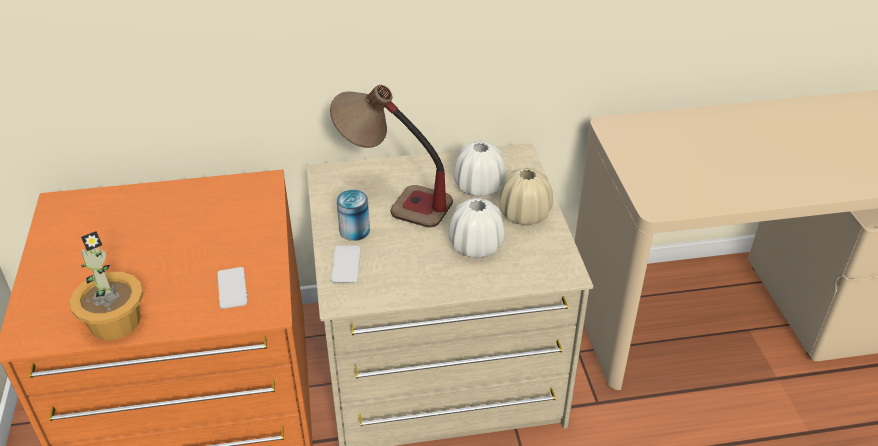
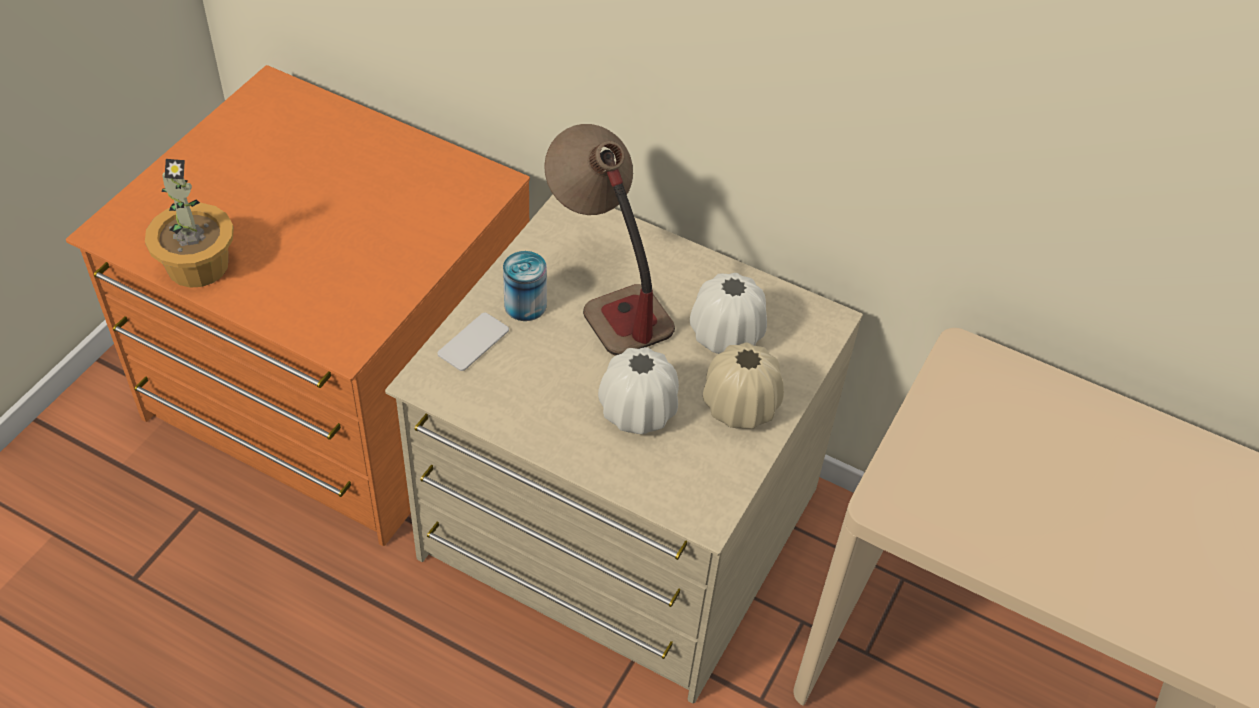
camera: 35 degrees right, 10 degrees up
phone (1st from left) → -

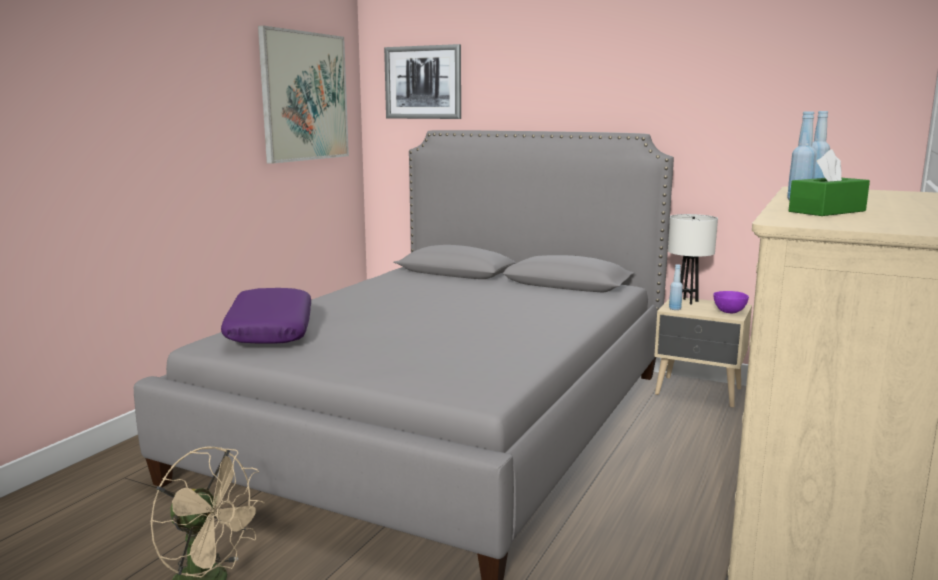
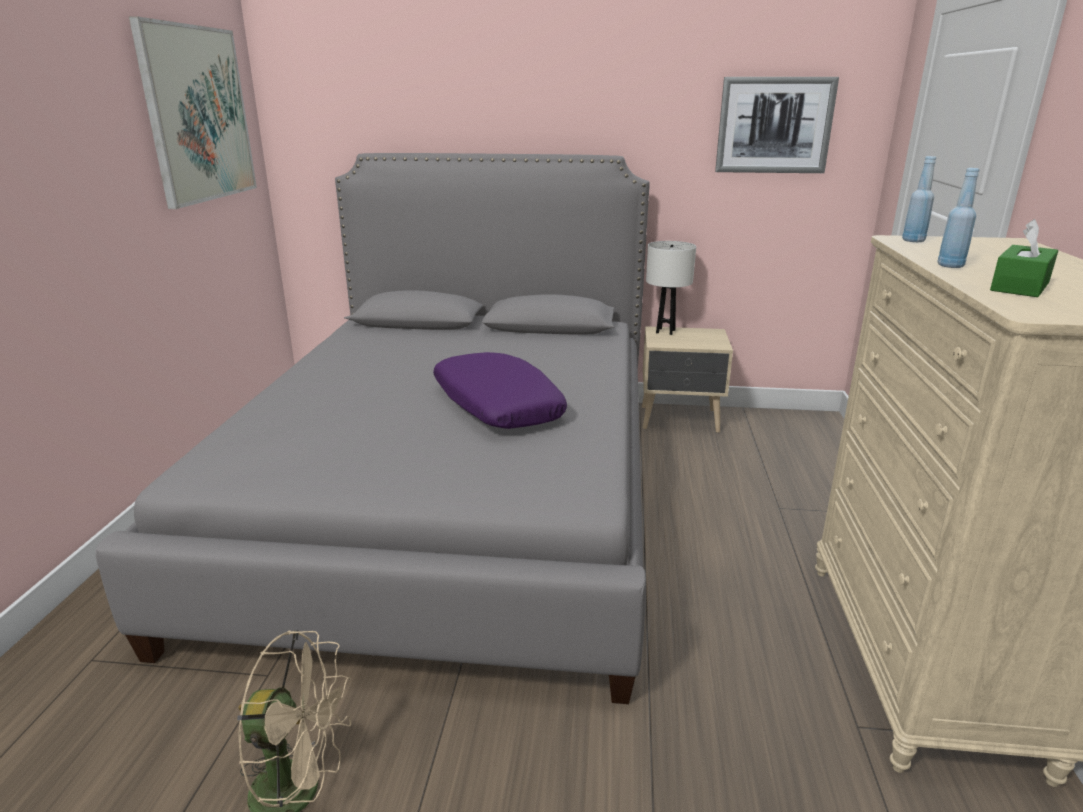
camera: 20 degrees left, 10 degrees up
purple pillow, moved
picture (2nd from left), moved
blue bottle (1st from left) → -
purple bowl → -

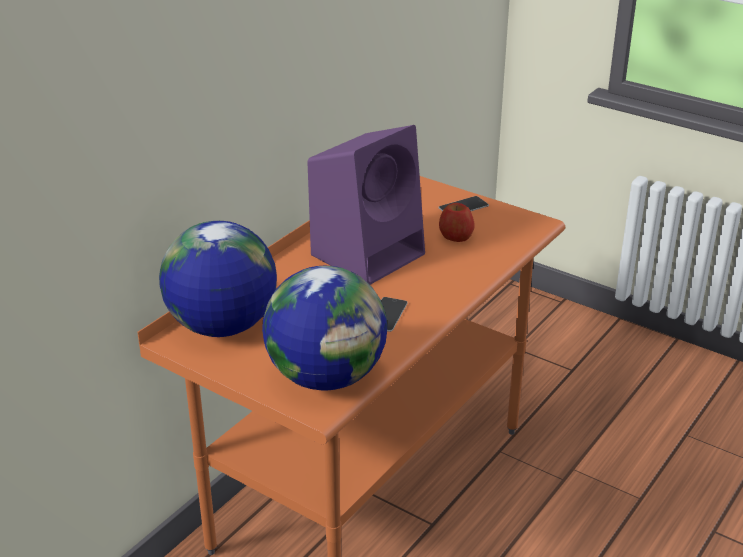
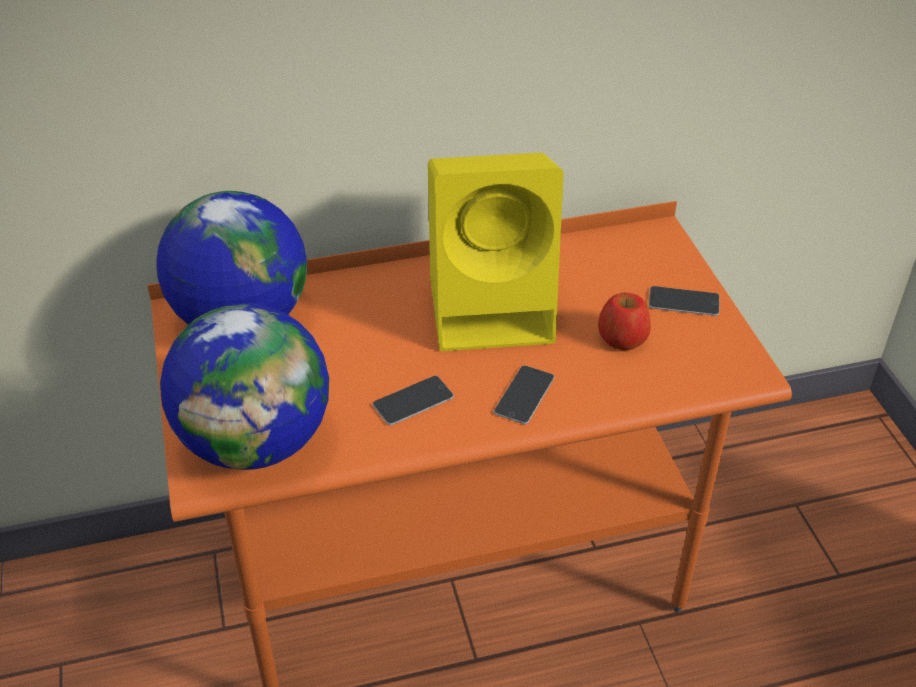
camera: 40 degrees right, 10 degrees up
purple speaker → yellow speaker
- → phone (2nd from left)

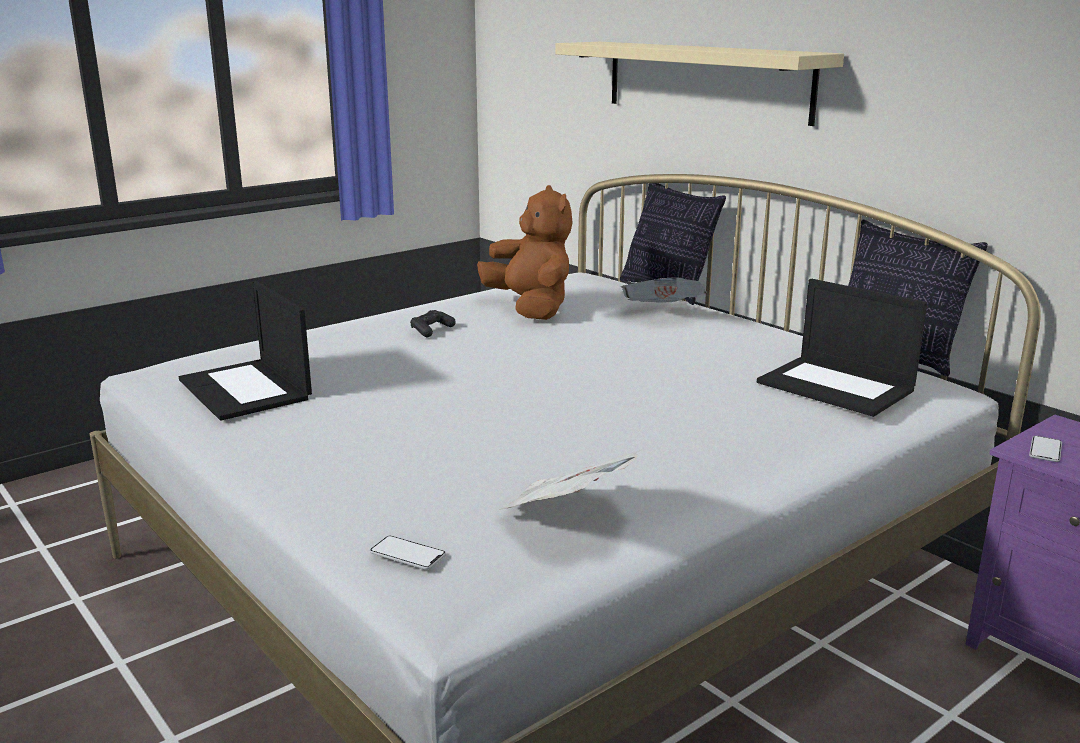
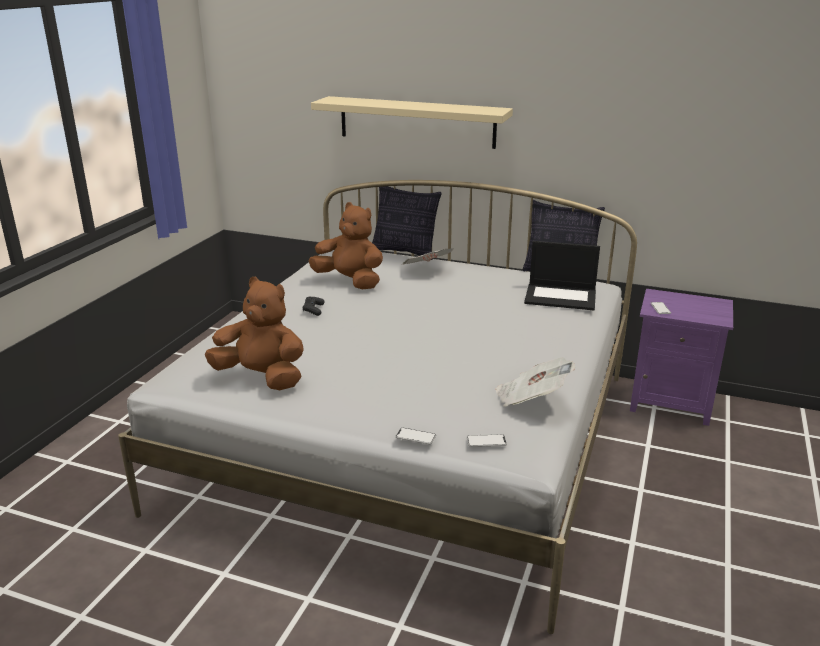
camera: 30 degrees left, 5 degrees up
laptop (1st from left) → brown plush toy (1st from left)
- → phone (1st from left)

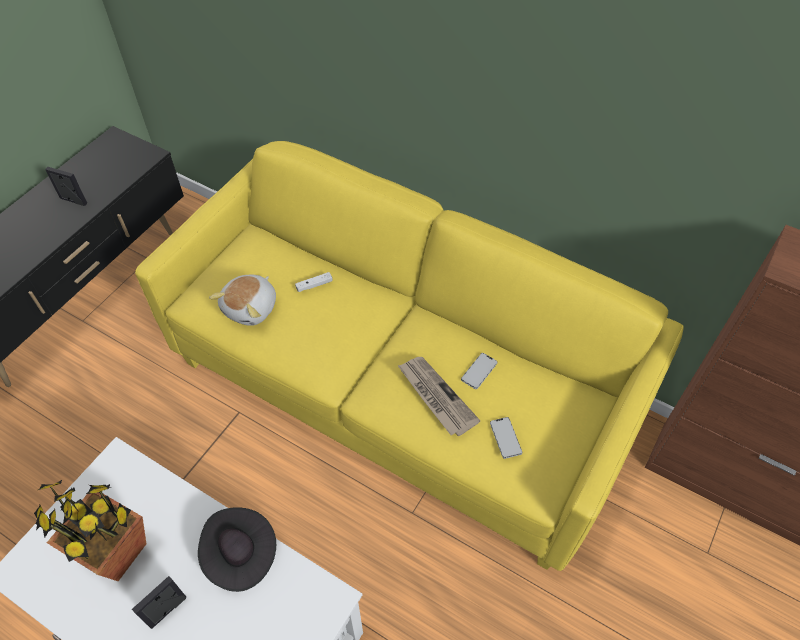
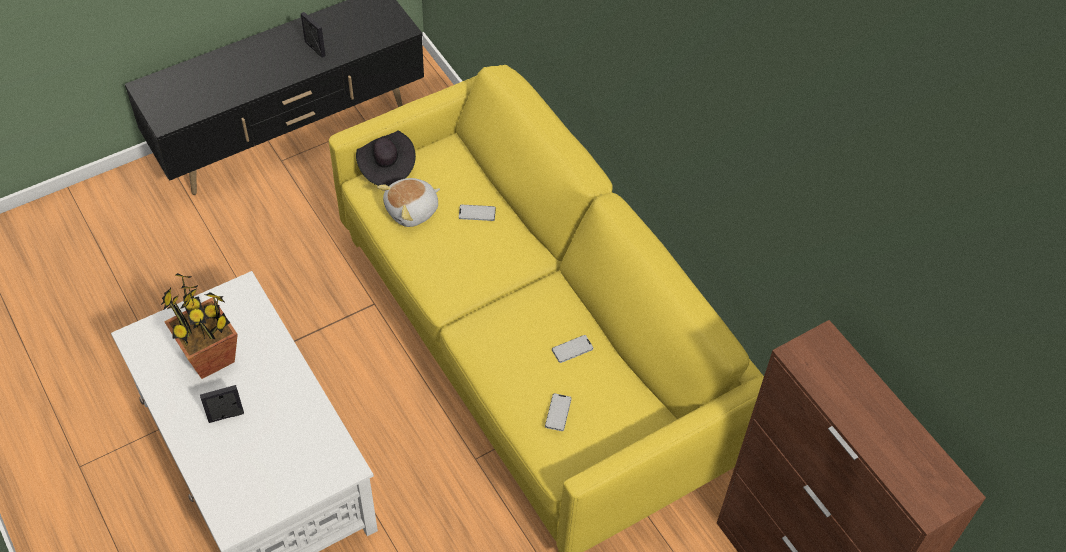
camera: 25 degrees right, 0 degrees up
black hat, moved
white game controller → phone (1st from left)
newspaper → -

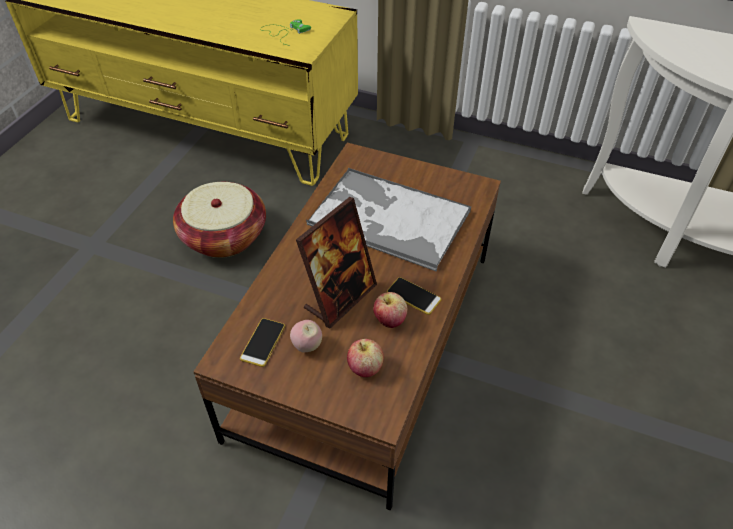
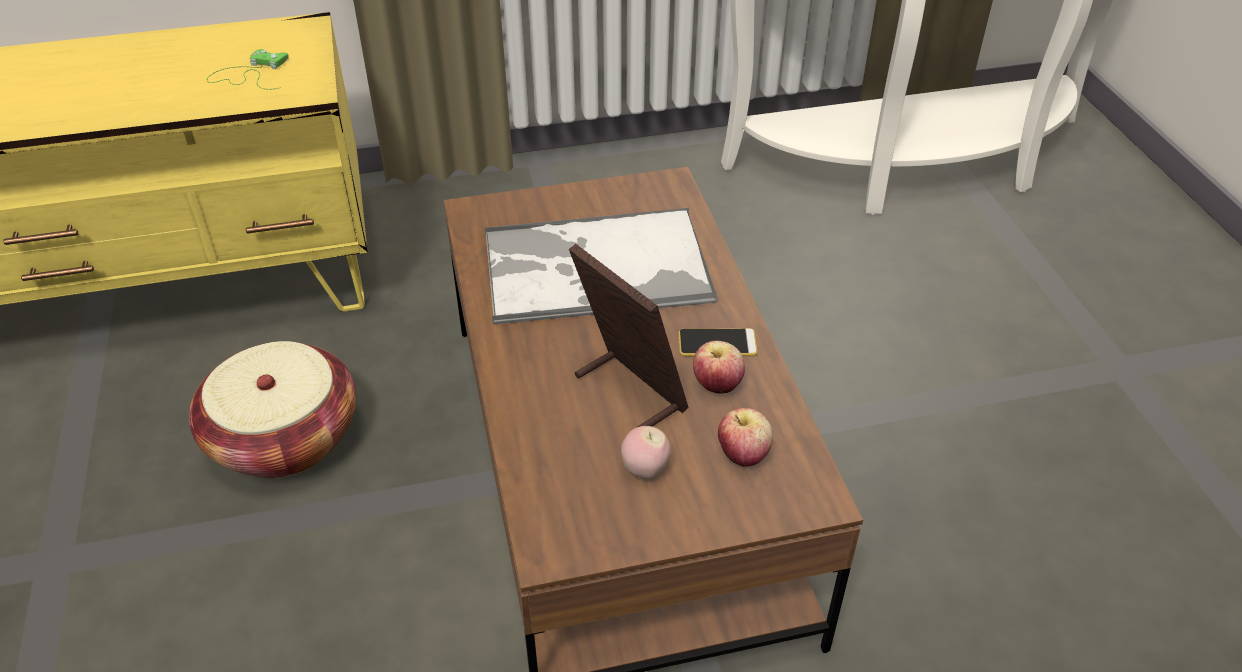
camera: 35 degrees left, 5 degrees down
phone (1st from left) → -
picture frame, 45 degrees counterclockwise

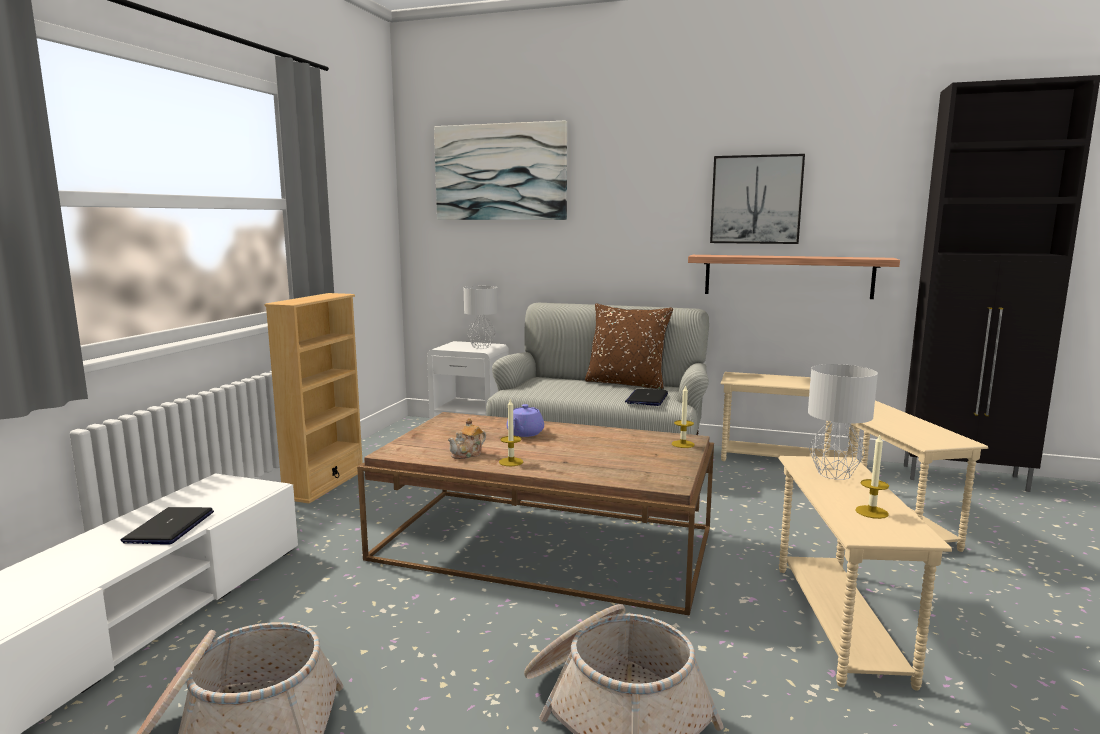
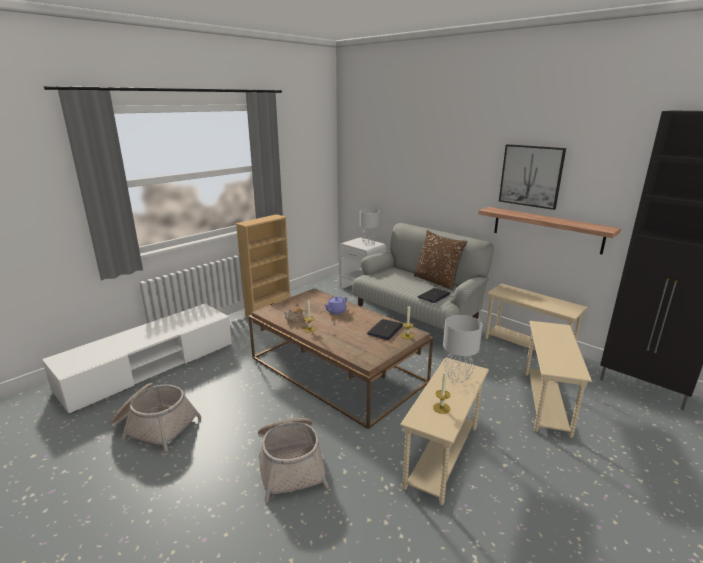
camera: 25 degrees right, 10 degrees up
laptop (1st from left), moved
picture (1st from left) → -

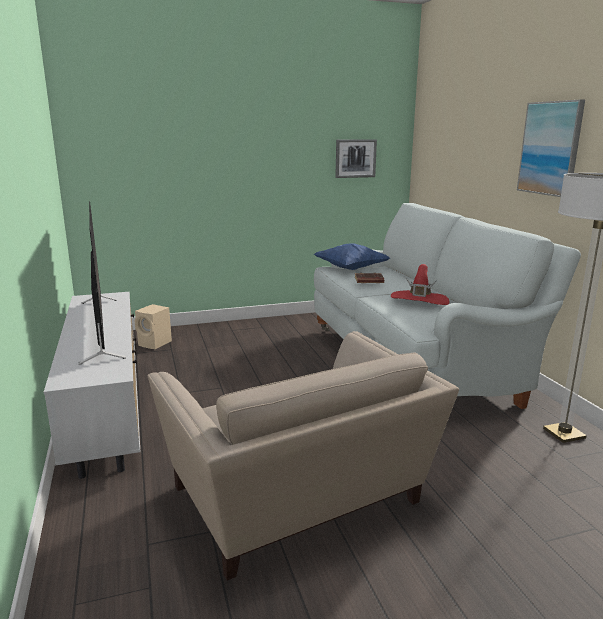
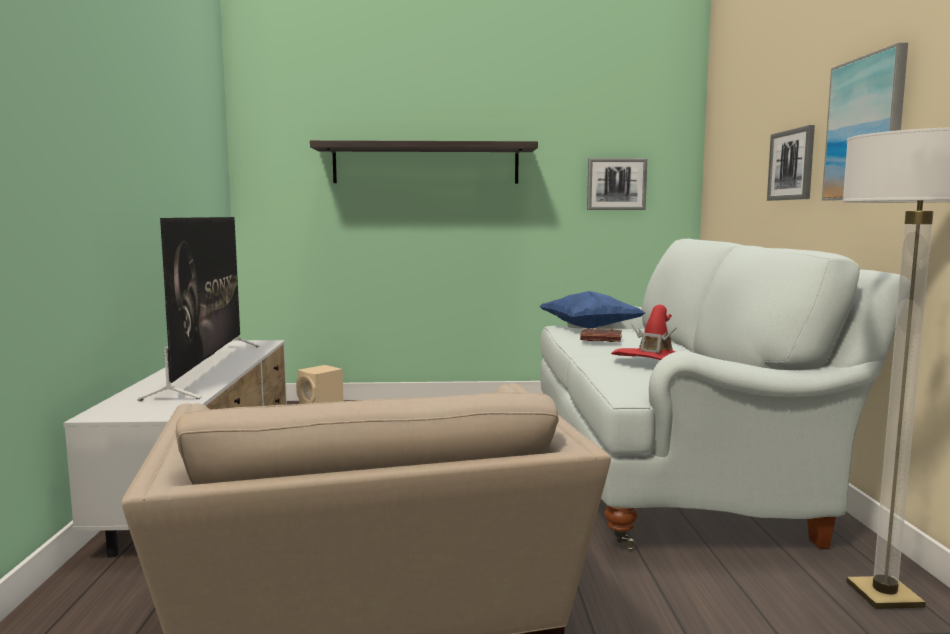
camera: 15 degrees right, 10 degrees down
- → shelf
- → picture (2nd from left)

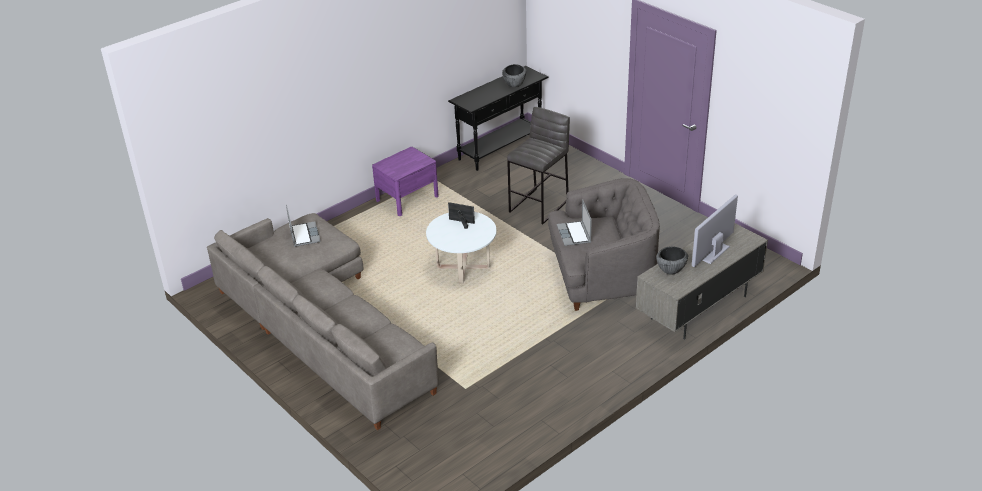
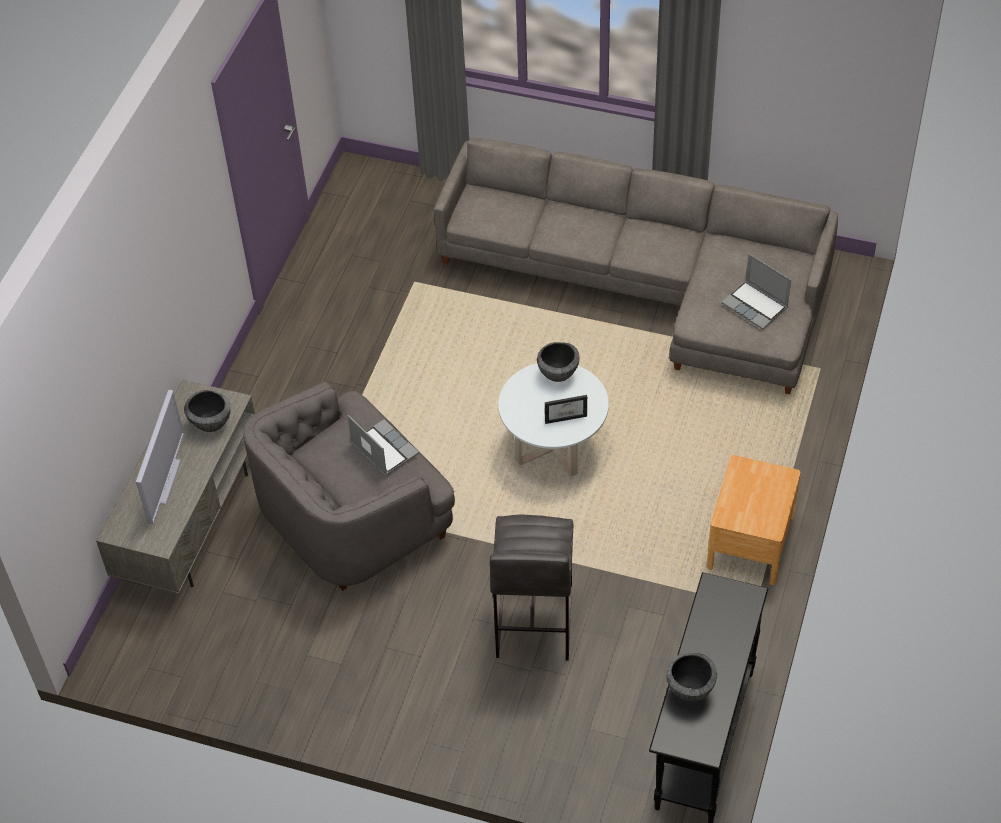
camera: 150 degrees right, 15 degrees up
purple nightstand → brown nightstand
- → bowl (2nd from left)

